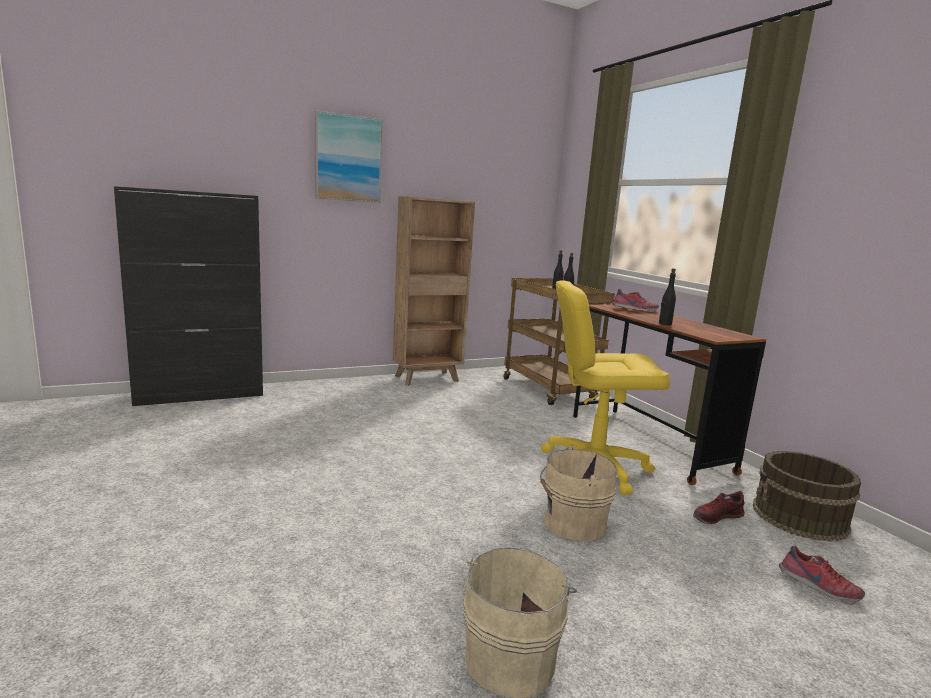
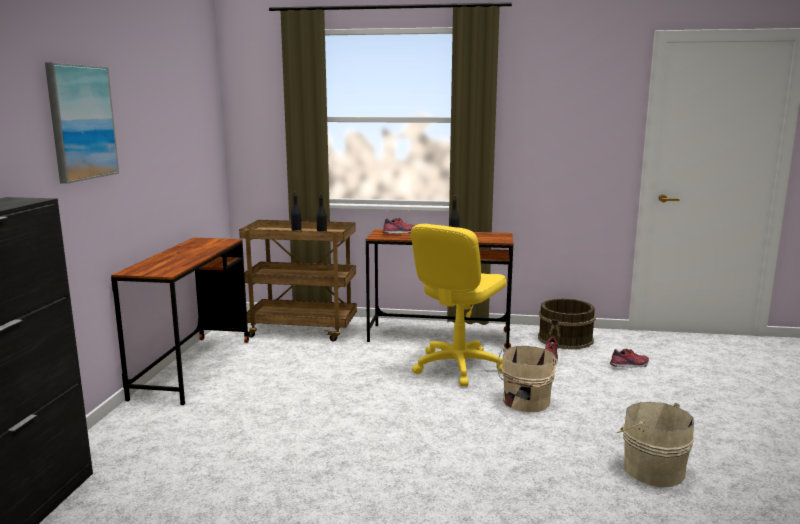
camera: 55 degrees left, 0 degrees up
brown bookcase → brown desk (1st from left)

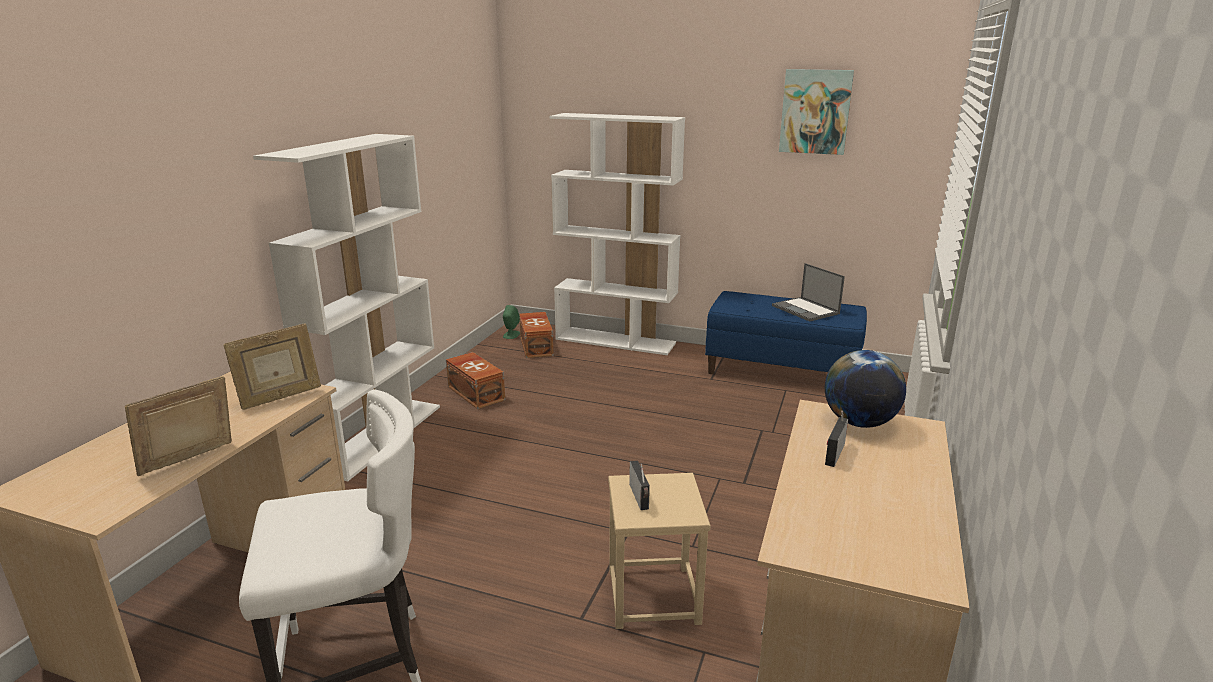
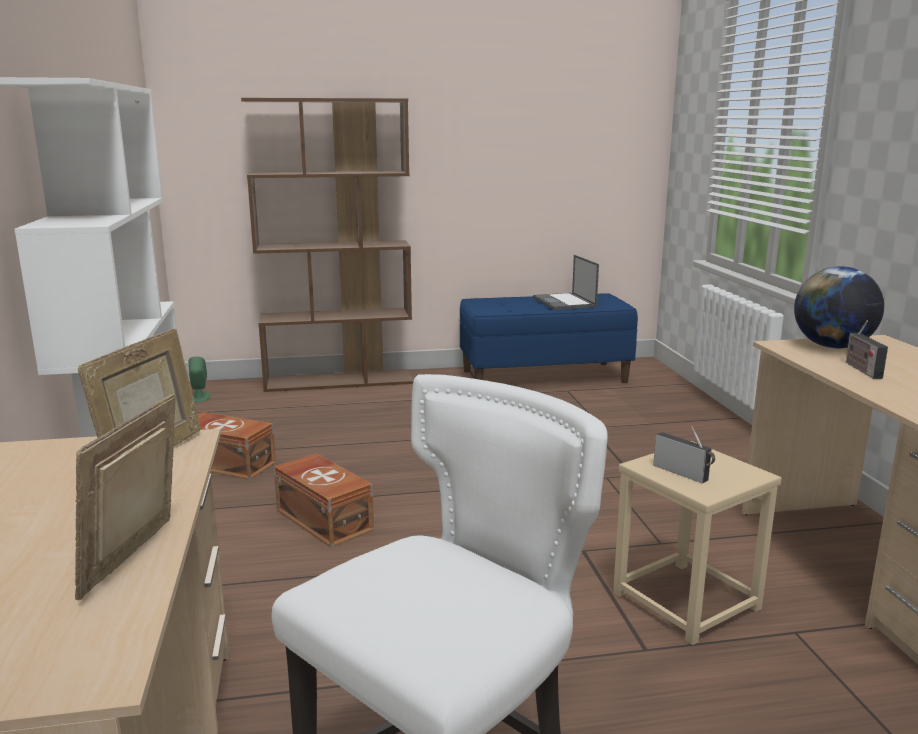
camera: 30 degrees left, 5 degrees down
brown storage box (2nd from left), moved
white bookcase (2nd from left) → brown bookcase
laptop, 45 degrees clockwise
picture → -

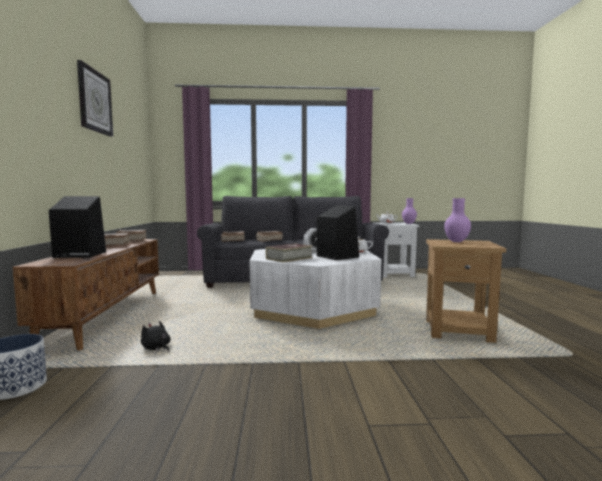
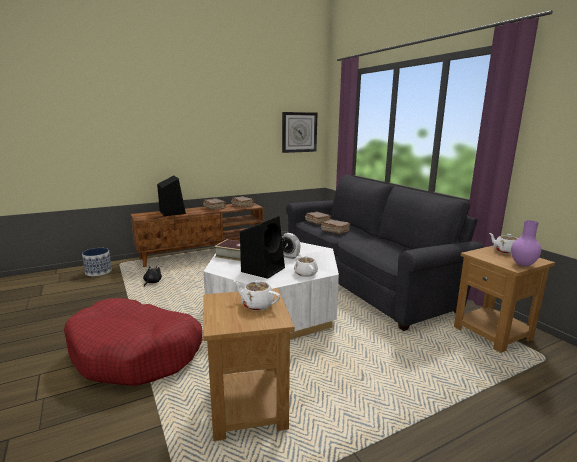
camera: 65 degrees right, 10 degrees up
wall clock, moved
white side table → brown side table (2nd from left)
purple vase (2nd from left) → white teapot (1st from left)
- → red dog bed

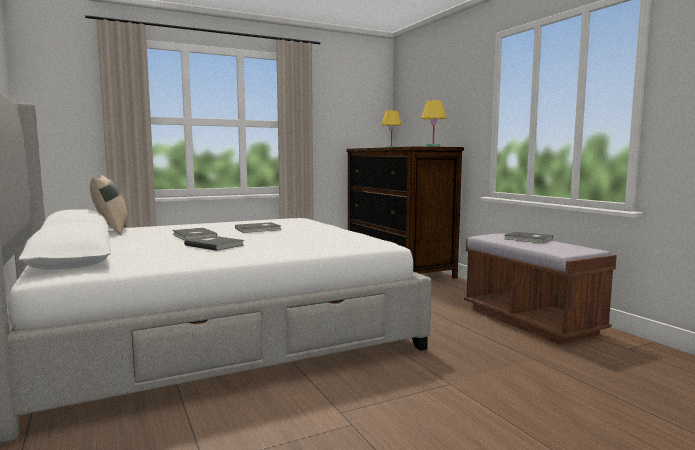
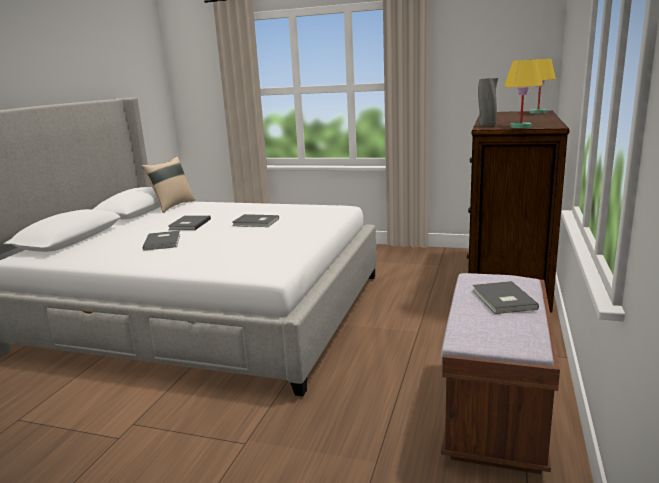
camera: 45 degrees right, 10 degrees up
- → grey vase

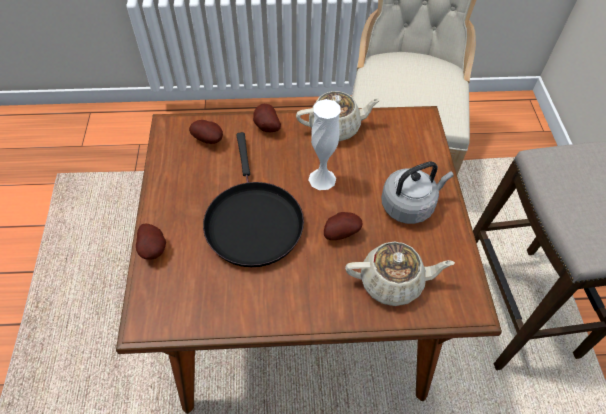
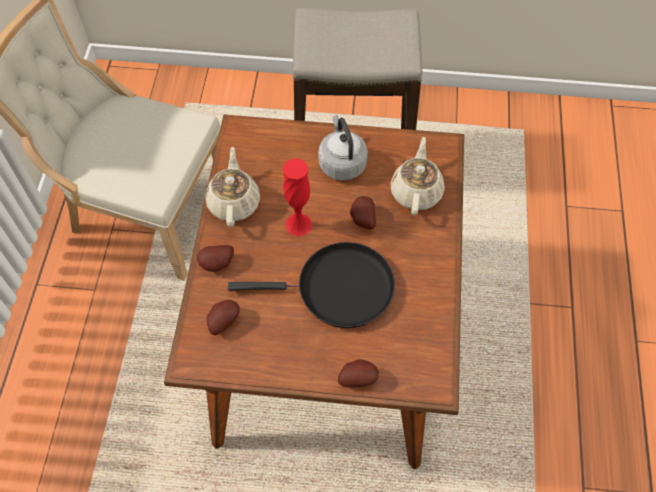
camera: 80 degrees left, 5 degrees up
white vase → red vase

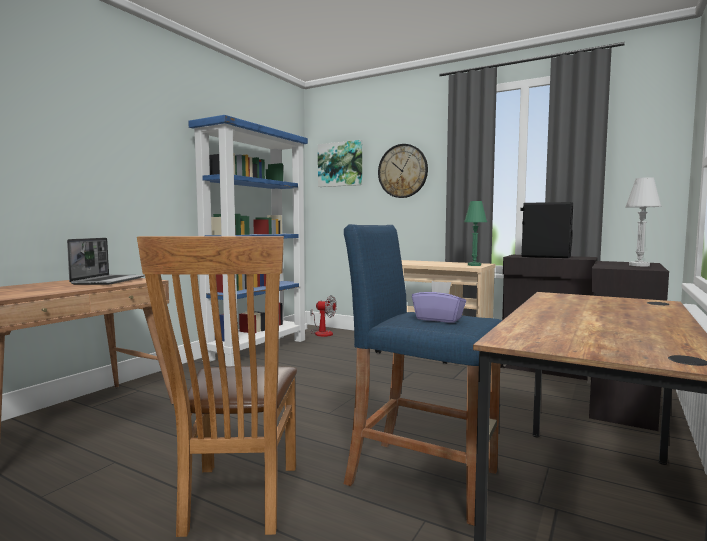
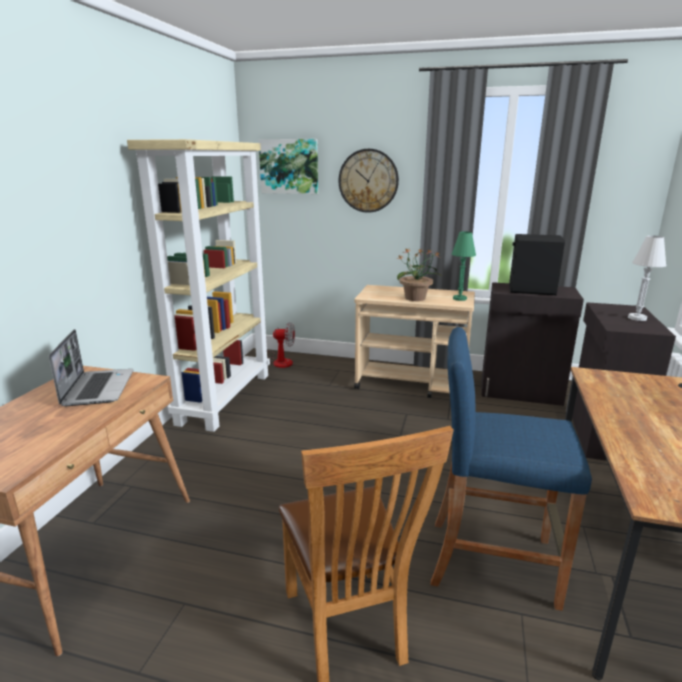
camera: 15 degrees left, 15 degrees up
blue bookcase → beige bookcase
purple tissue box → -
- → potted plant

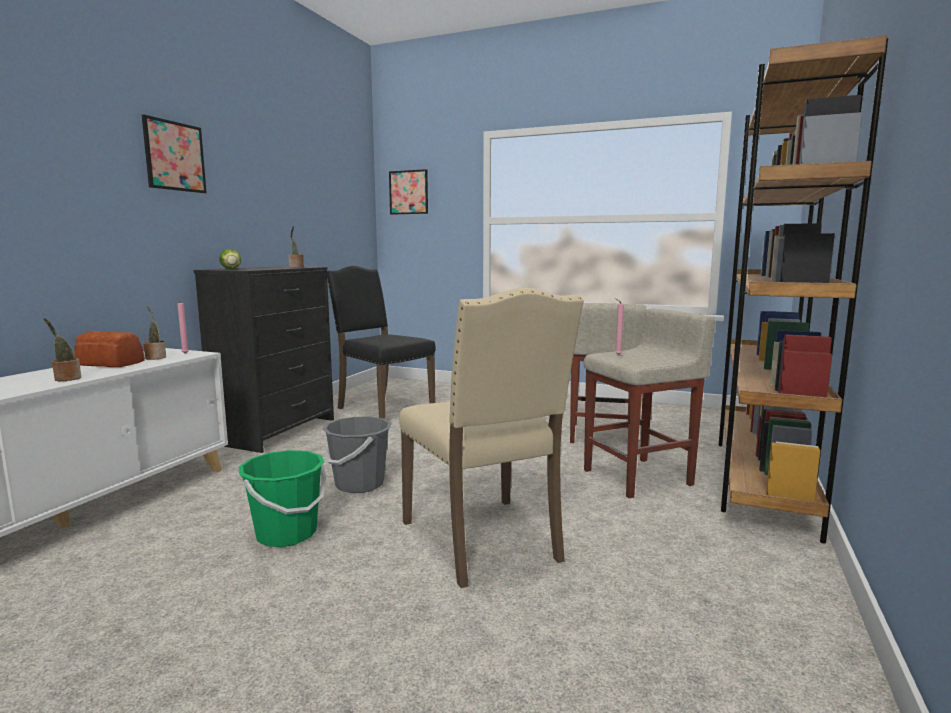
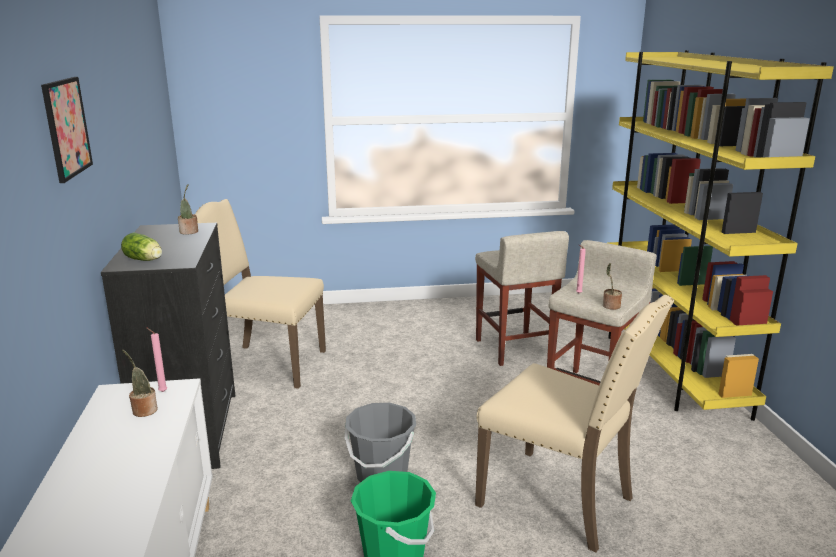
camera: 30 degrees left, 10 degrees up
potted plant (1st from left in the first image) → potted plant (3rd from left), moved
bread → -
black chair → beige chair (1st from left)
picture (2nd from left) → -
brown bookcase → yellow bookcase

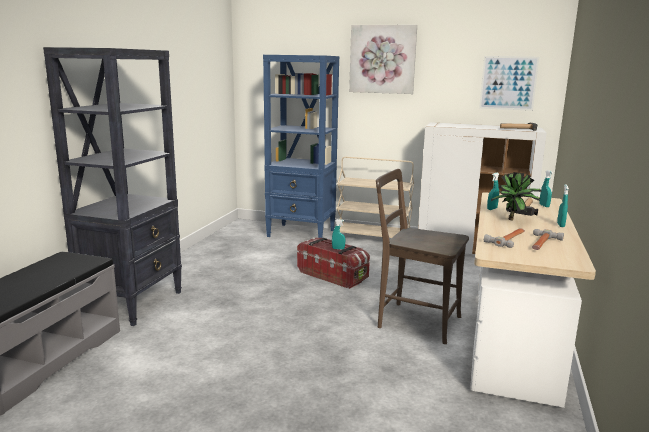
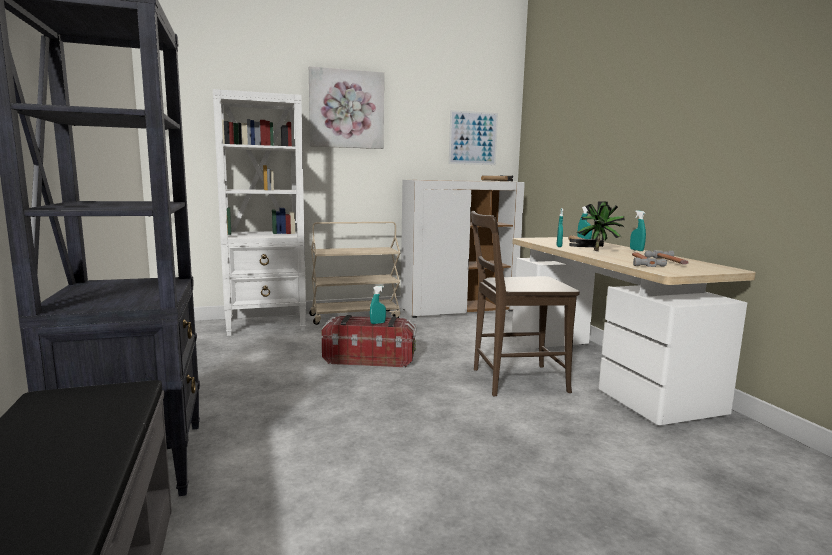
camera: 35 degrees left, 5 degrees down
blue bookcase → white bookcase

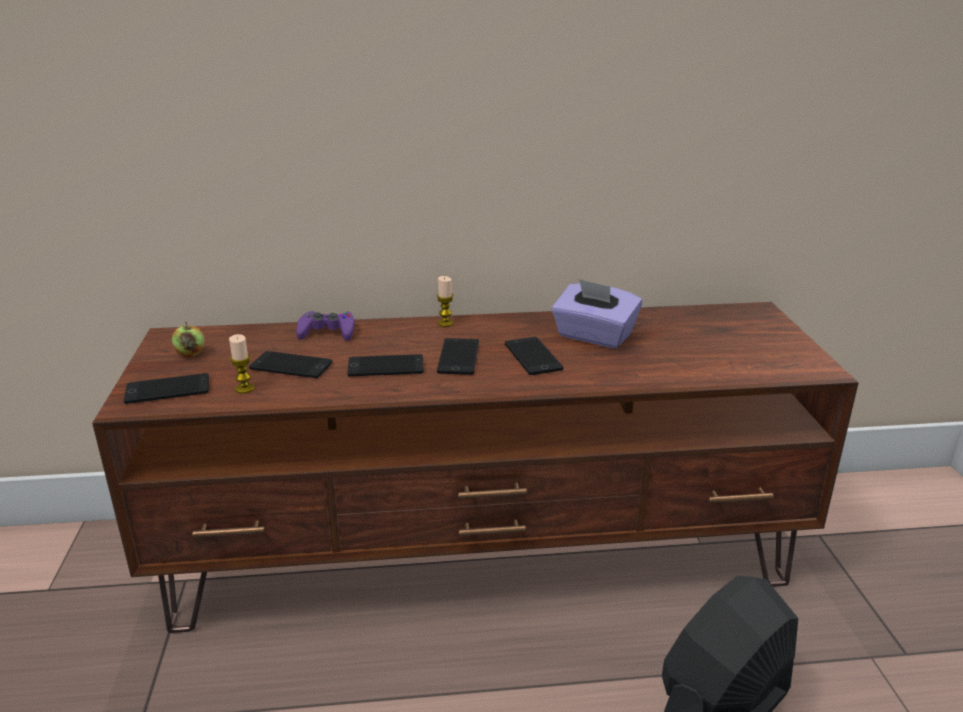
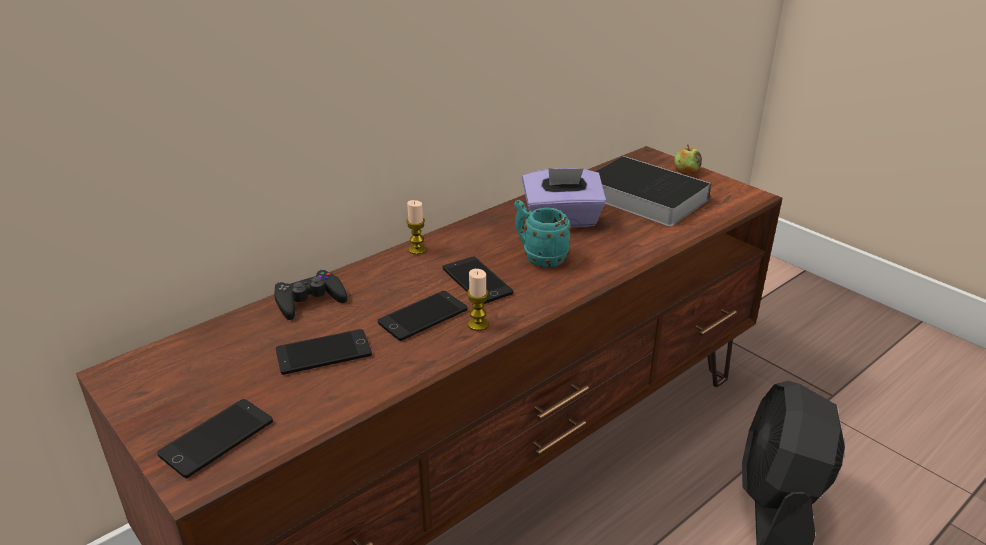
camera: 35 degrees left, 5 degrees up
apple, moved
candle (1st from left in the first image) → candle (2nd from left), moved
purple game controller → black game controller
phone (5th from left) → turquoise mug
- → book

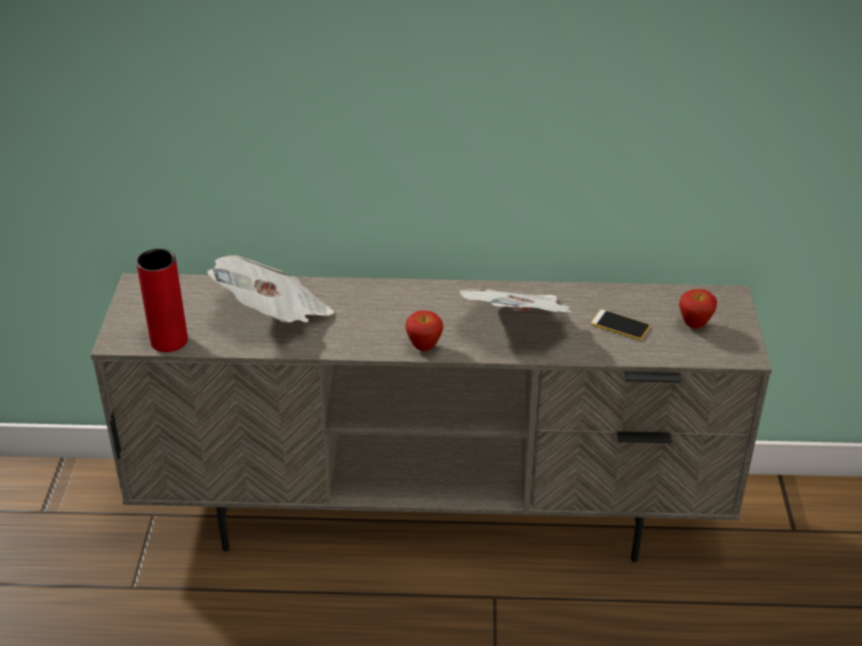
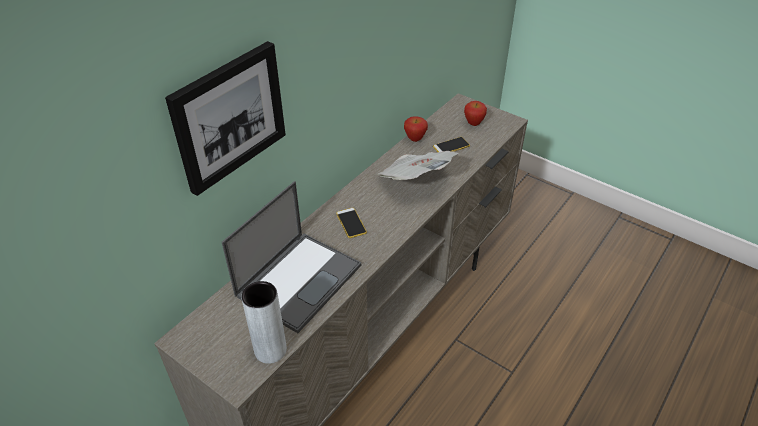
camera: 55 degrees left, 5 degrees up
red vase → grey vase
newspaper (1st from left) → laptop
apple (1st from left), moved
- → picture
- → phone (1st from left)

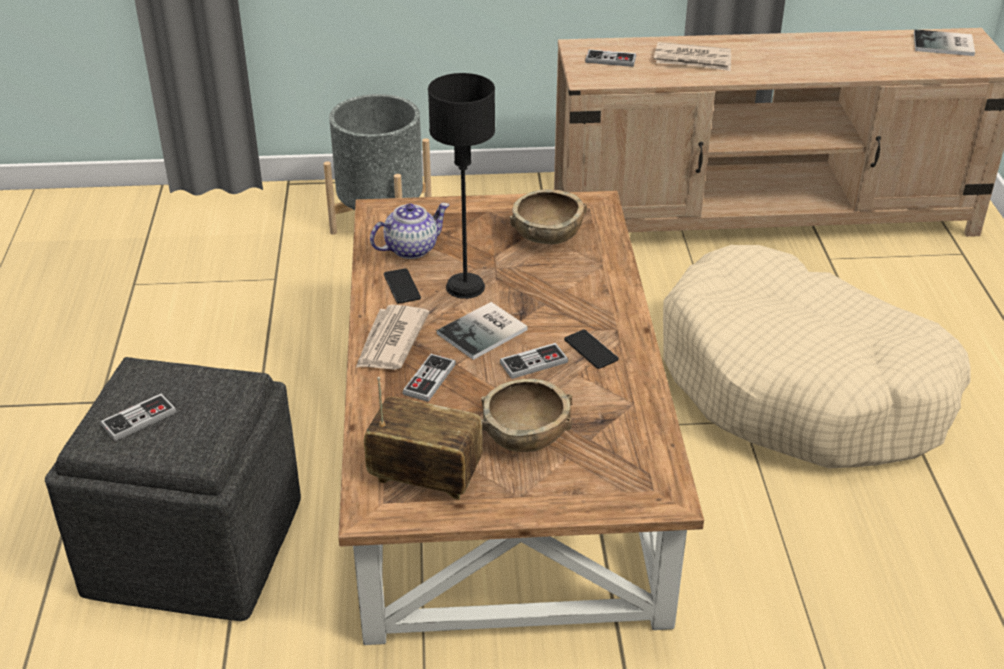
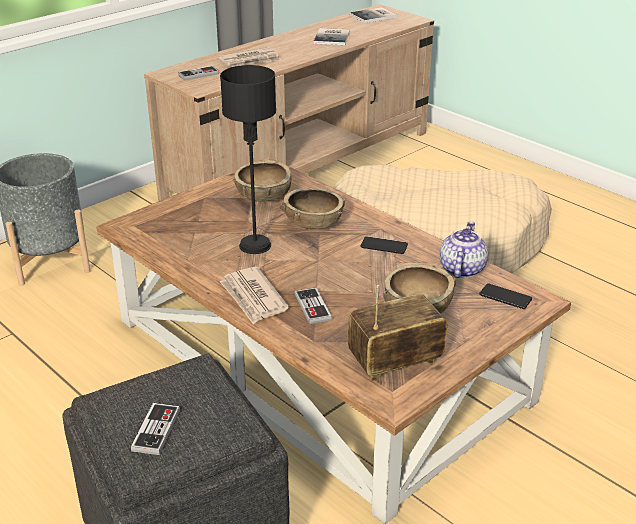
camera: 40 degrees left, 5 degrees down
teapot, moved
phone (1st from left in the first image) → phone (2nd from left), moved
book (1st from left), moved
game controller (3rd from left) → -
- → brown bowl (2nd from left)

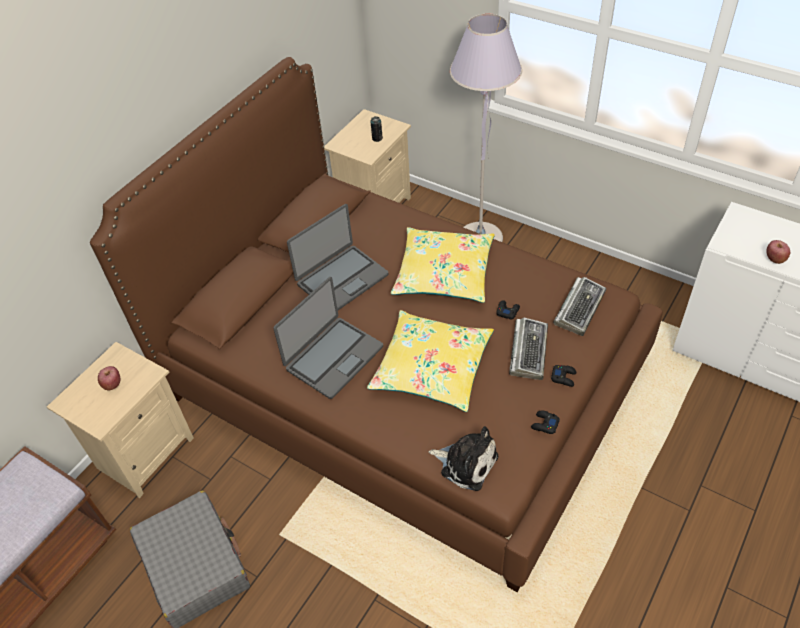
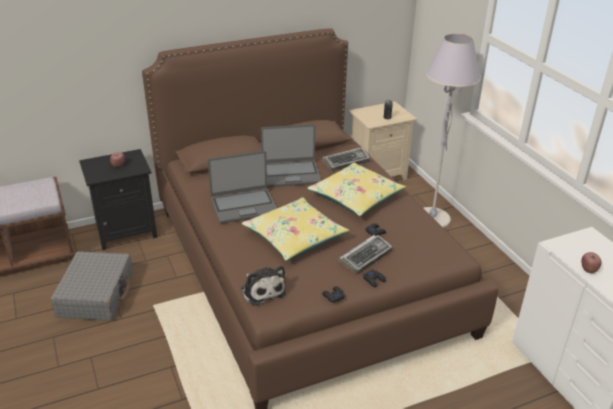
camera: 30 degrees right, 15 degrees down
beige nightstand (1st from left) → black nightstand
keyboard (2nd from left in the first image) → keyboard (1st from left), moved

